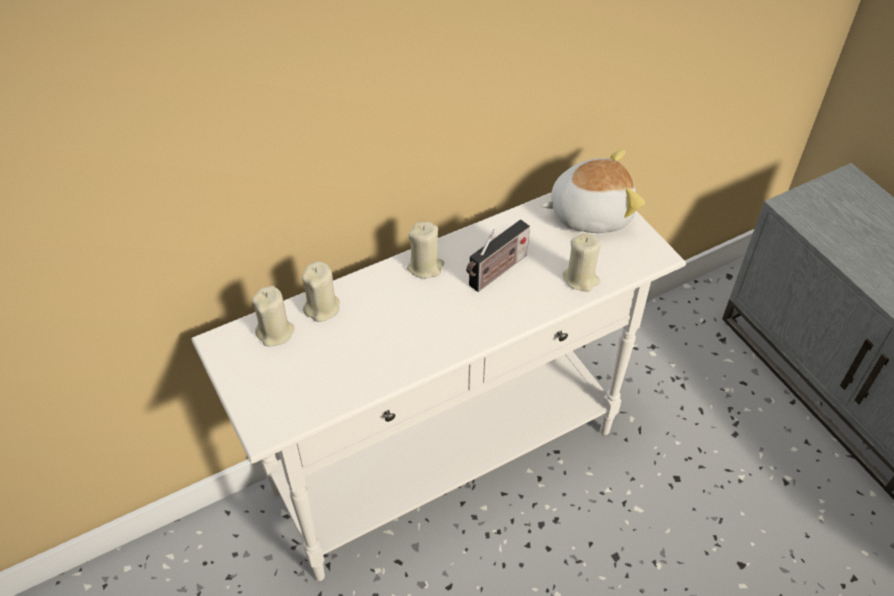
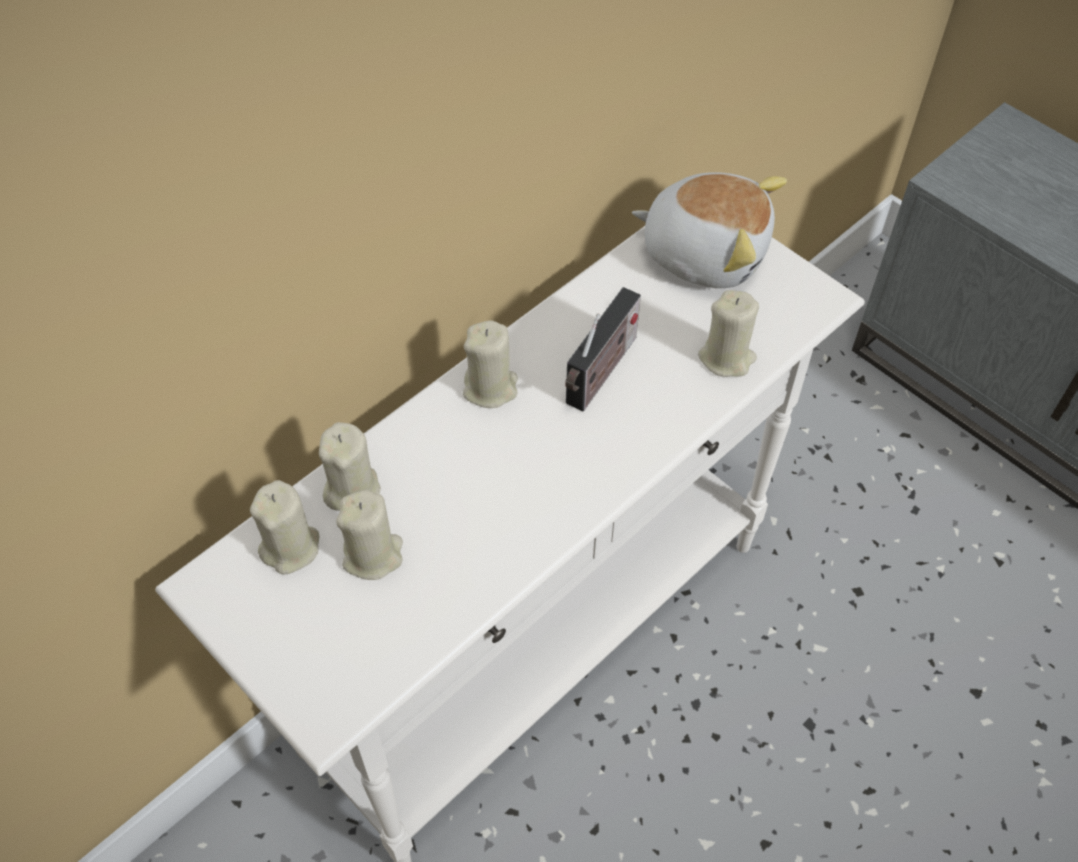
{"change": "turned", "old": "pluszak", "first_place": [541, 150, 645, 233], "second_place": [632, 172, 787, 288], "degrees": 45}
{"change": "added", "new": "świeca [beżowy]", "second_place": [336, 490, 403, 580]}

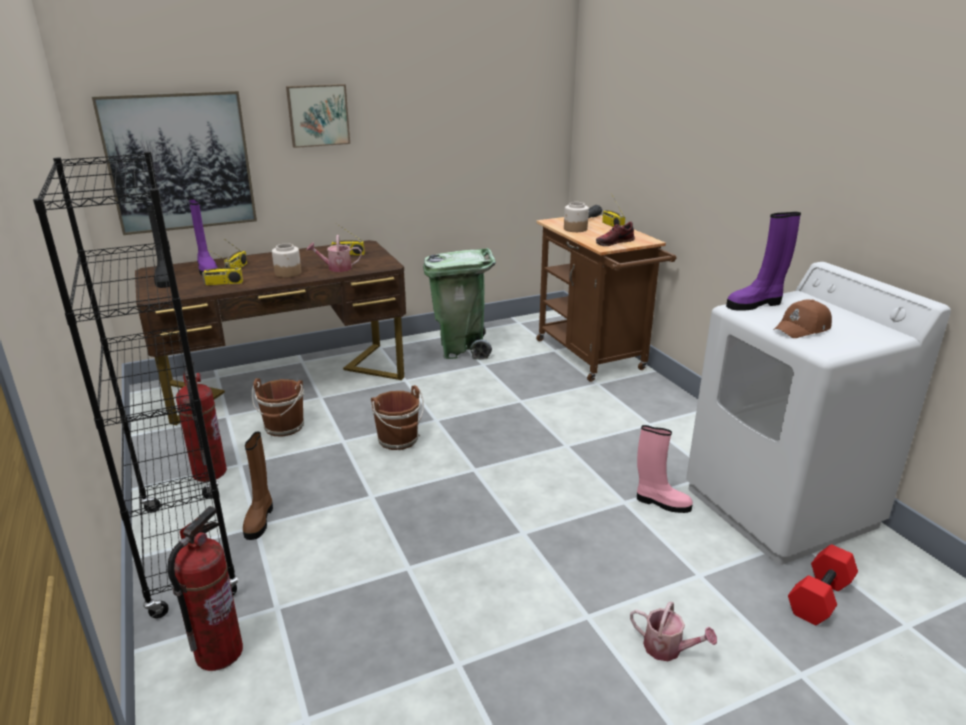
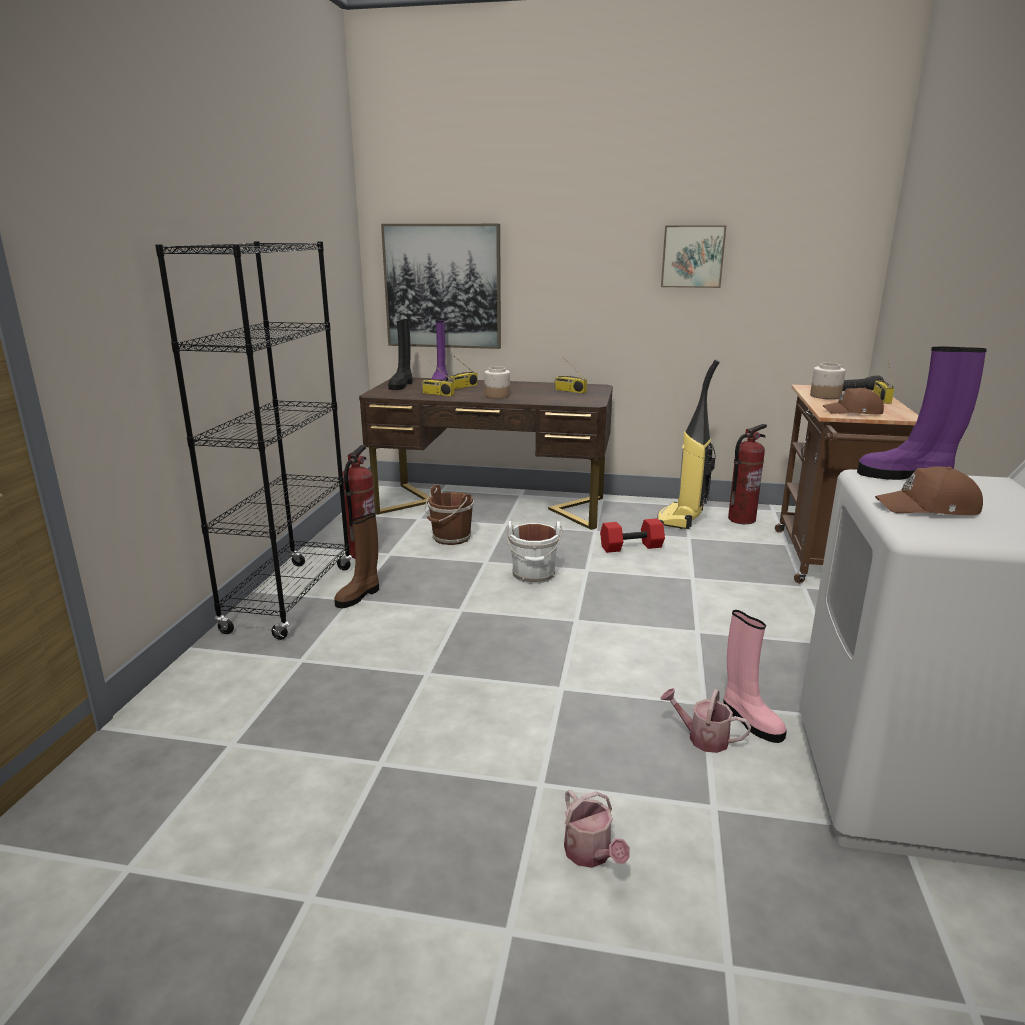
{"change": "moved", "old": "obraz", "first_place": [286, 84, 350, 148], "second_place": [661, 225, 727, 288]}
{"change": "replaced", "old": "but", "new": "czapka z daszkiem [brązowy]", "first_place": [596, 222, 635, 246], "second_place": [823, 387, 884, 414]}
{"change": "moved", "old": "konewka", "first_place": [307, 235, 362, 272], "second_place": [661, 688, 751, 753]}
{"change": "replaced", "old": "kosz na śmieci [zielony]", "new": "odkurzacz", "first_place": [423, 248, 496, 360], "second_place": [657, 359, 720, 529]}
{"change": "recoloured", "old": "wiadro [brązowy]", "new": "wiadro [biały]", "first_place": [371, 385, 424, 450], "second_place": [506, 521, 563, 584]}
{"change": "moved", "old": "gaśnica", "first_place": [167, 506, 243, 671], "second_place": [728, 424, 767, 524]}
{"change": "moved", "old": "hantel [czerwony]", "first_place": [788, 544, 858, 625], "second_place": [600, 518, 665, 553]}

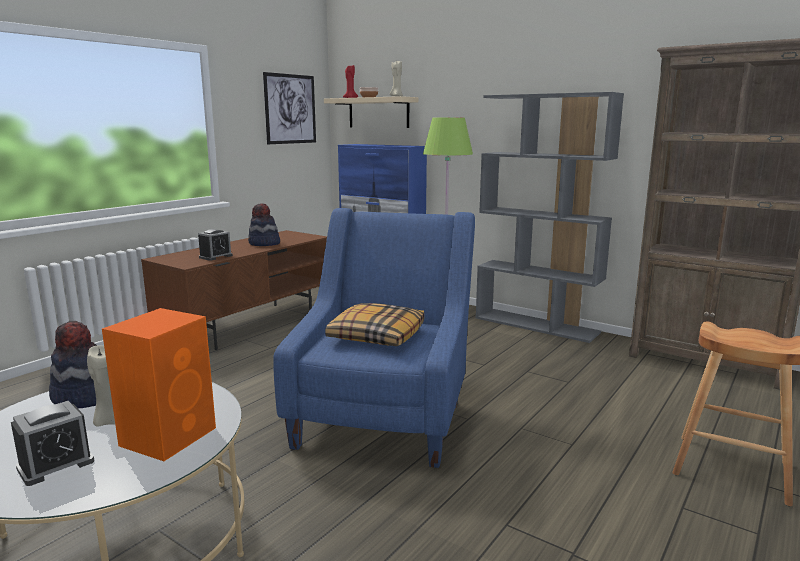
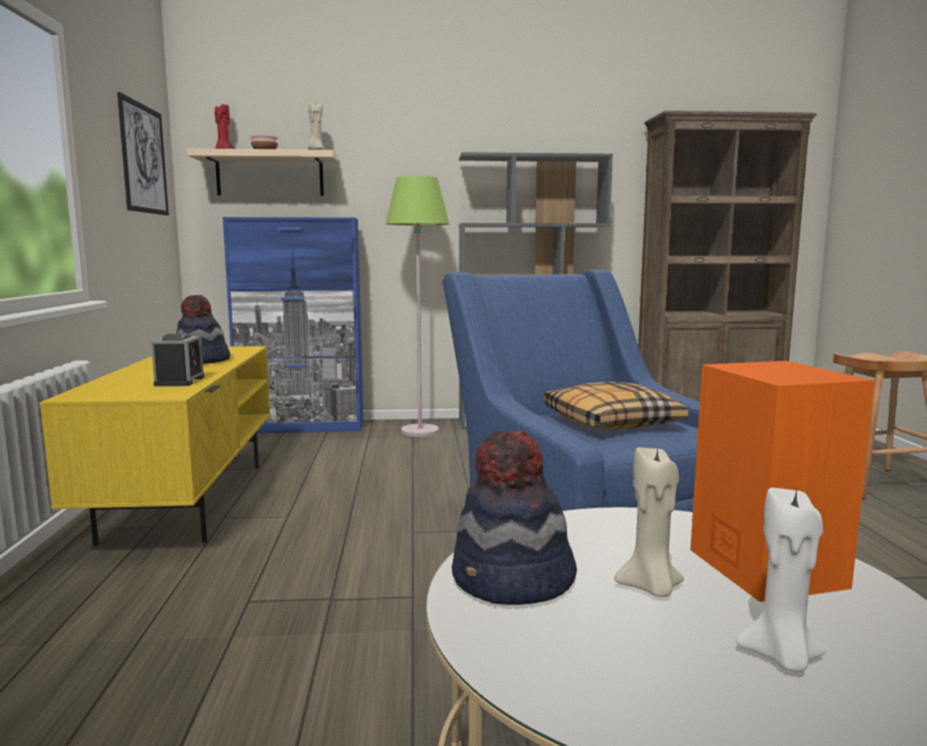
{"change": "recoloured", "old": "szafka pod telewizor [brązowy]", "new": "szafka pod telewizor [żółty]", "first_place": [141, 230, 327, 350], "second_place": [40, 346, 270, 546]}
{"change": "replaced", "old": "budzik", "new": "świeca [biały]", "first_place": [11, 401, 95, 486], "second_place": [736, 488, 826, 672]}

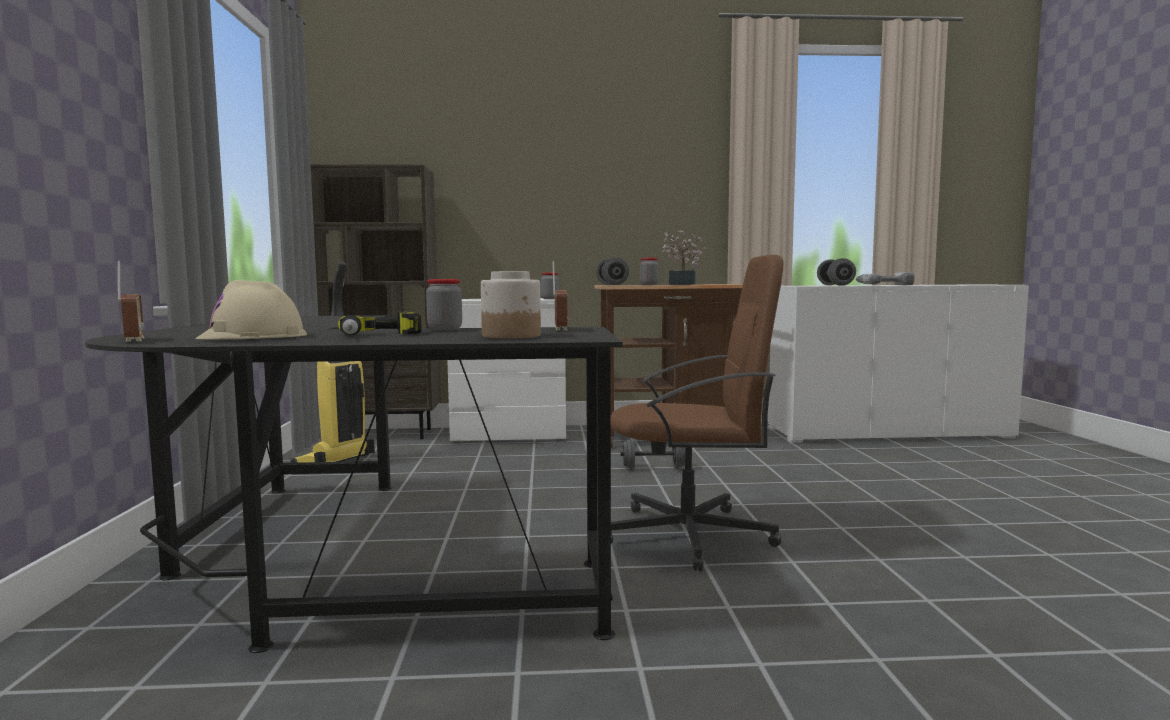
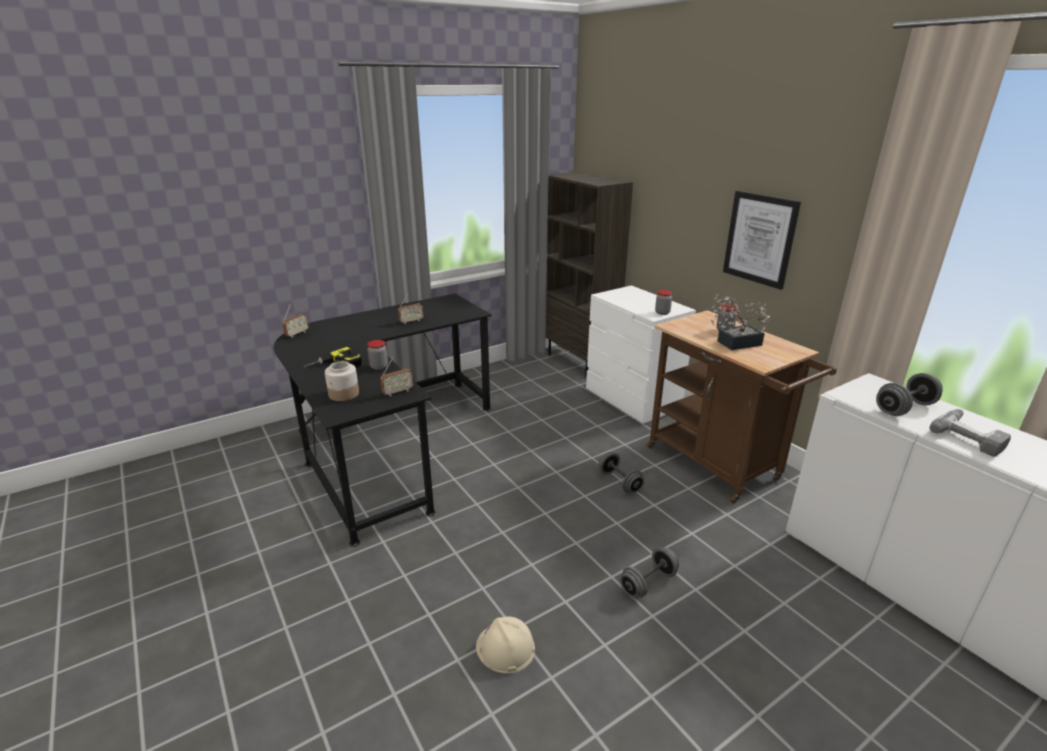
{"change": "removed", "old": "krzesło biurowe [brązowy]", "first_place": [611, 255, 784, 572]}
{"change": "moved", "old": "hantel [szary]", "first_place": [596, 257, 629, 285], "second_place": [620, 547, 679, 598]}
{"change": "removed", "old": "odkurzacz", "first_place": [291, 262, 375, 463]}
{"change": "moved", "old": "kask [beżowy]", "first_place": [196, 280, 307, 340], "second_place": [476, 617, 535, 673]}
{"change": "added", "new": "obraz", "second_place": [723, 191, 801, 290]}
{"change": "added", "new": "radio", "second_place": [398, 294, 423, 324]}

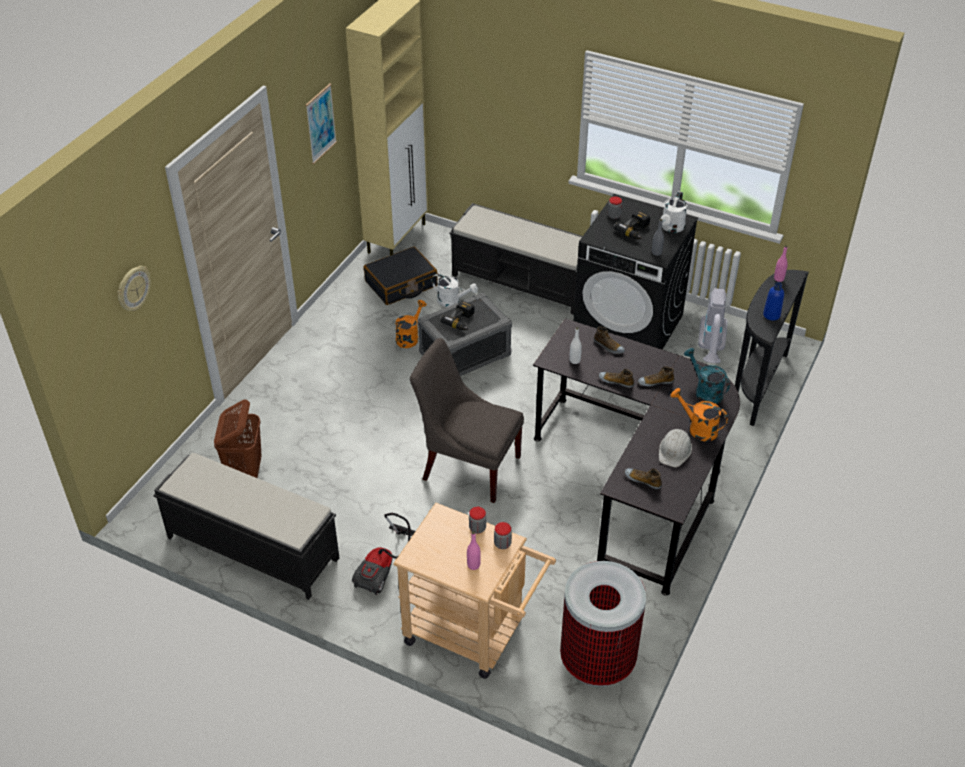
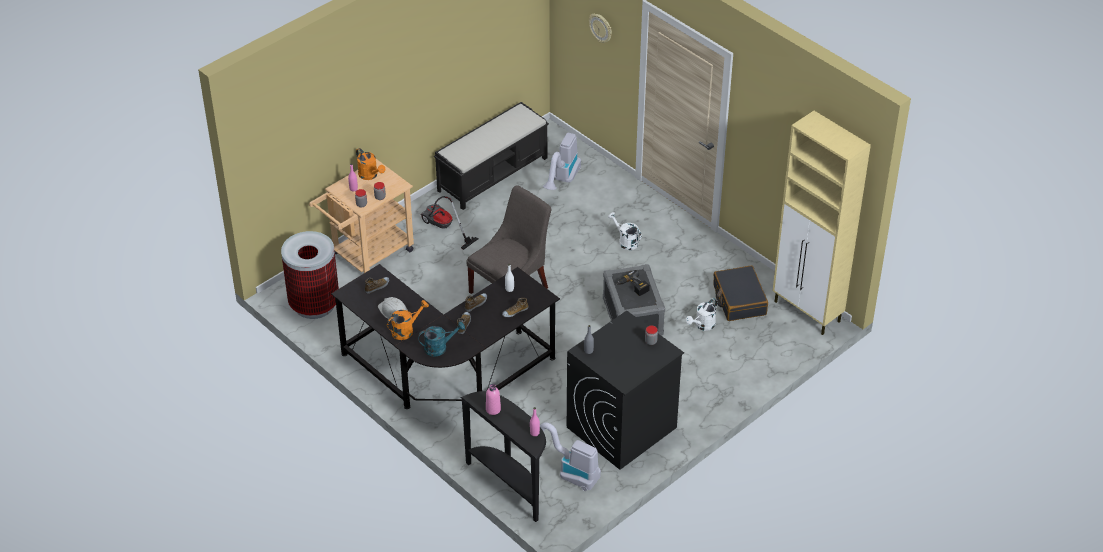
{"change": "removed", "old": "obraz", "first_place": [306, 84, 337, 164]}
{"change": "moved", "old": "konewka [biały]", "first_place": [661, 191, 687, 233], "second_place": [608, 212, 641, 250]}
{"change": "removed", "old": "ławka [czarny]", "first_place": [450, 203, 583, 315]}
{"change": "removed", "old": "wiertarka", "first_place": [614, 210, 650, 239]}
{"change": "recoloured", "old": "butelka [niebieski]", "new": "butelka [różowy]", "first_place": [763, 282, 784, 321], "second_place": [486, 384, 501, 415]}
{"change": "moved", "old": "konewka [pomarańczowy]", "first_place": [395, 300, 427, 348], "second_place": [356, 148, 385, 180]}
{"change": "replaced", "old": "kosz na pranie [brązowy]", "new": "odkurzacz", "first_place": [214, 399, 262, 478], "second_place": [543, 133, 581, 190]}

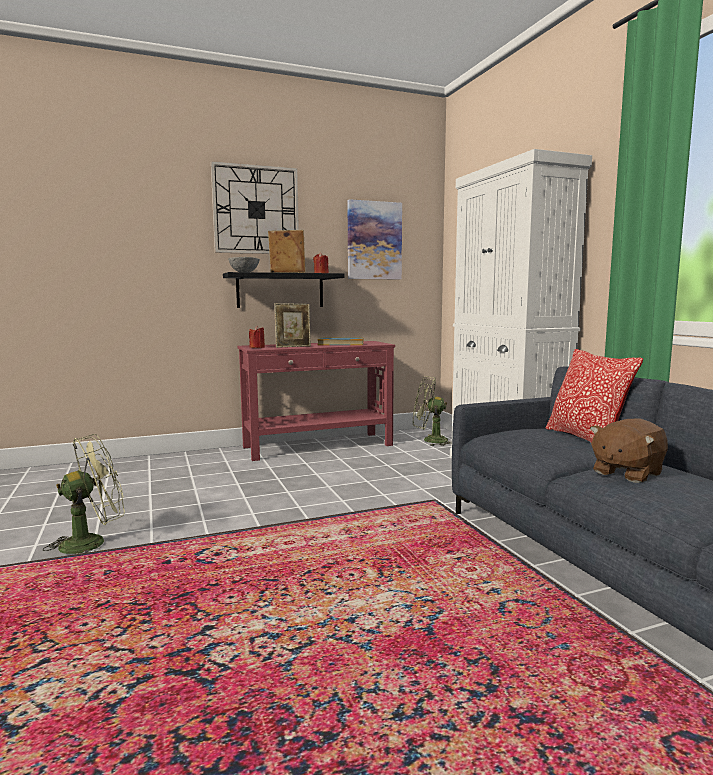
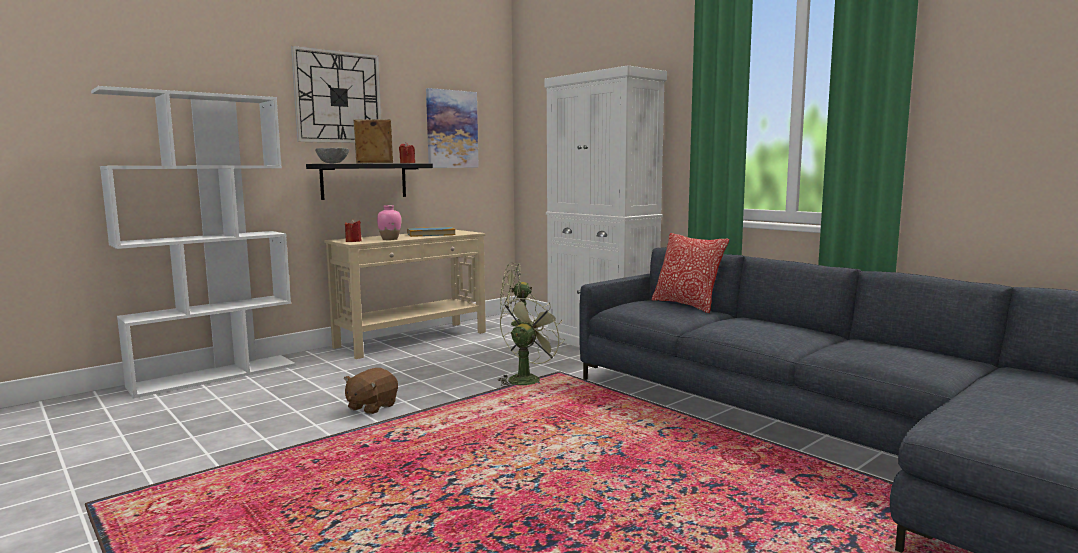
{"change": "replaced", "old": "ramka na zdjęcie", "new": "wazon [różowy]", "first_place": [274, 303, 311, 348], "second_place": [377, 205, 401, 240]}
{"change": "recoloured", "old": "stolik konsolowy [czerwony]", "new": "stolik konsolowy [beżowy]", "first_place": [238, 341, 395, 461], "second_place": [324, 230, 486, 359]}
{"change": "moved", "old": "pluszak [brązowy]", "first_place": [590, 419, 668, 483], "second_place": [344, 368, 398, 414]}
{"change": "moved", "old": "wentylator [zielony]", "first_place": [43, 434, 125, 554], "second_place": [498, 295, 565, 387]}
{"change": "added", "new": "regał [biały]", "second_place": [91, 86, 295, 398]}

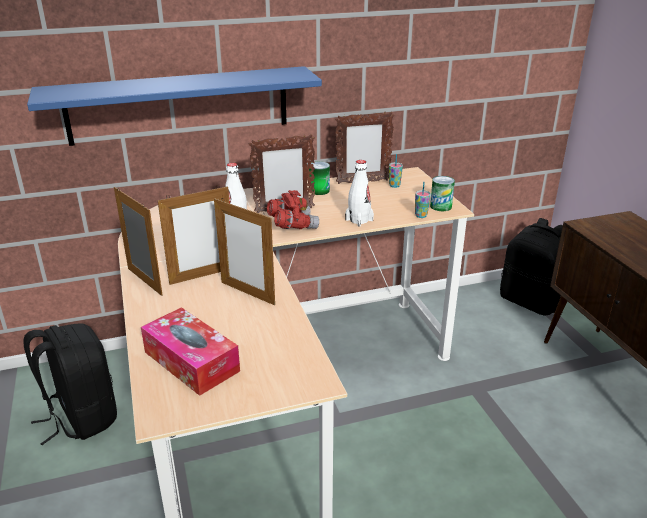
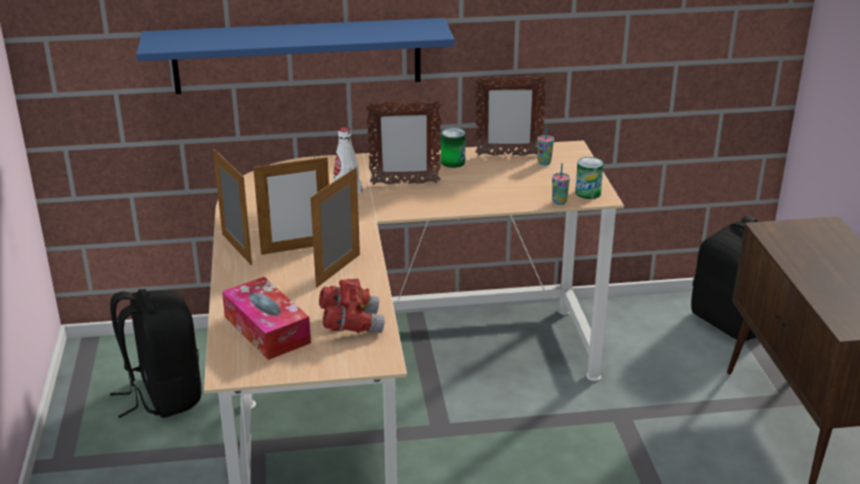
{"change": "removed", "old": "butelka [biały]", "first_place": [345, 160, 374, 227]}
{"change": "moved", "old": "lornetka [czerwony]", "first_place": [267, 190, 319, 229], "second_place": [319, 279, 385, 333]}
{"change": "turned", "old": "ramka na zdjęcie", "first_place": [214, 198, 275, 305], "second_place": [310, 167, 360, 288], "degrees": 75}

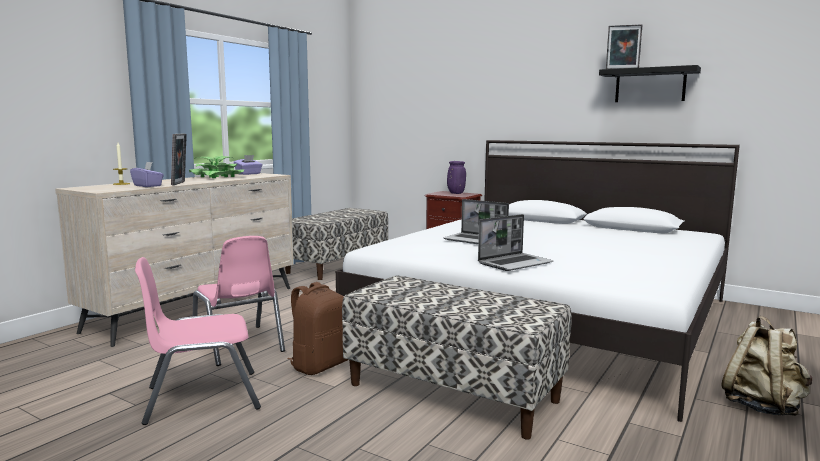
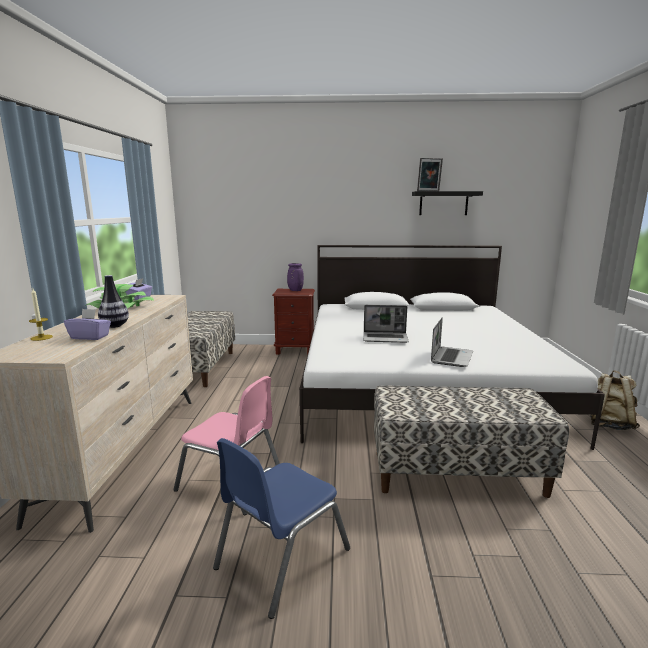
{"change": "replaced", "old": "ramka na zdjęcie", "new": "wazon", "first_place": [171, 134, 187, 185], "second_place": [98, 275, 129, 328]}
{"change": "recoloured", "old": "krzesło [różowy]", "new": "krzesło [niebieski]", "first_place": [135, 257, 261, 425], "second_place": [213, 438, 350, 619]}
{"change": "removed", "old": "plecak [brązowy]", "first_place": [288, 282, 349, 375]}

